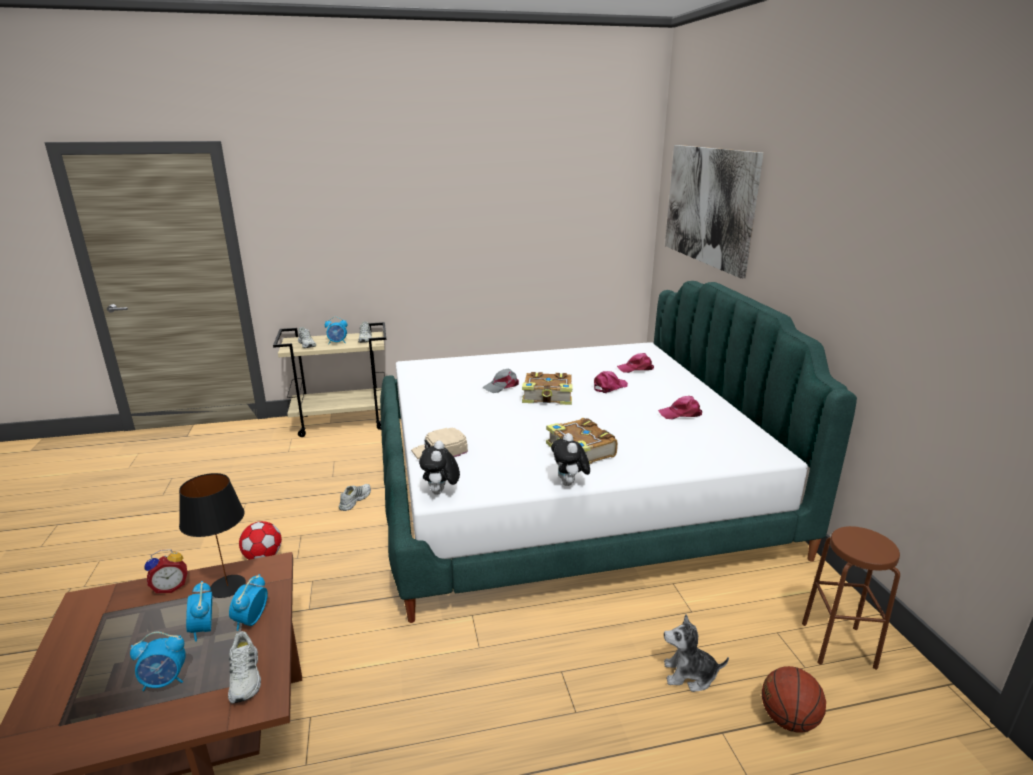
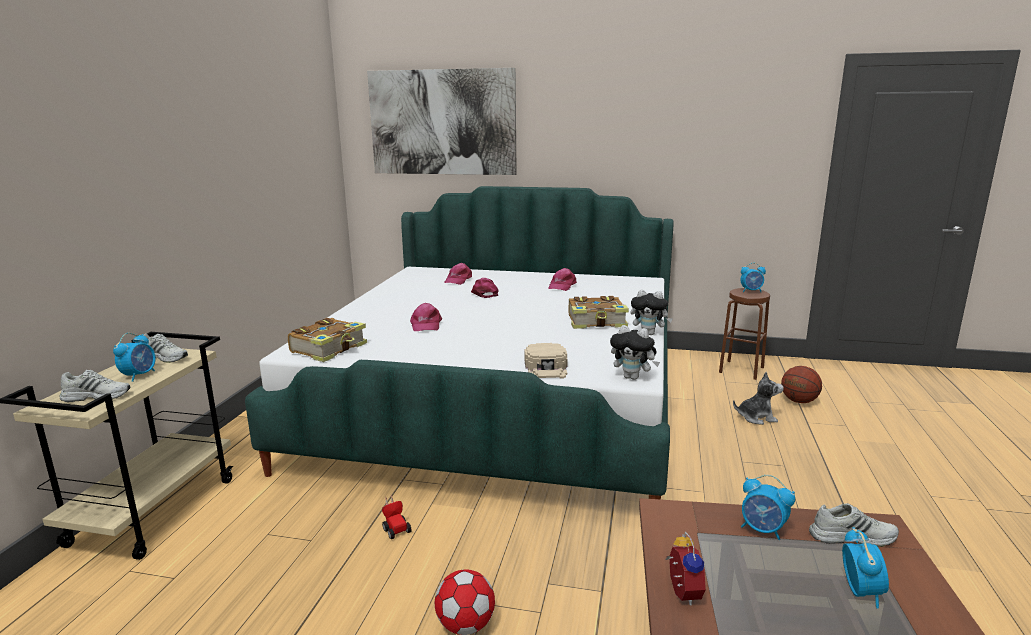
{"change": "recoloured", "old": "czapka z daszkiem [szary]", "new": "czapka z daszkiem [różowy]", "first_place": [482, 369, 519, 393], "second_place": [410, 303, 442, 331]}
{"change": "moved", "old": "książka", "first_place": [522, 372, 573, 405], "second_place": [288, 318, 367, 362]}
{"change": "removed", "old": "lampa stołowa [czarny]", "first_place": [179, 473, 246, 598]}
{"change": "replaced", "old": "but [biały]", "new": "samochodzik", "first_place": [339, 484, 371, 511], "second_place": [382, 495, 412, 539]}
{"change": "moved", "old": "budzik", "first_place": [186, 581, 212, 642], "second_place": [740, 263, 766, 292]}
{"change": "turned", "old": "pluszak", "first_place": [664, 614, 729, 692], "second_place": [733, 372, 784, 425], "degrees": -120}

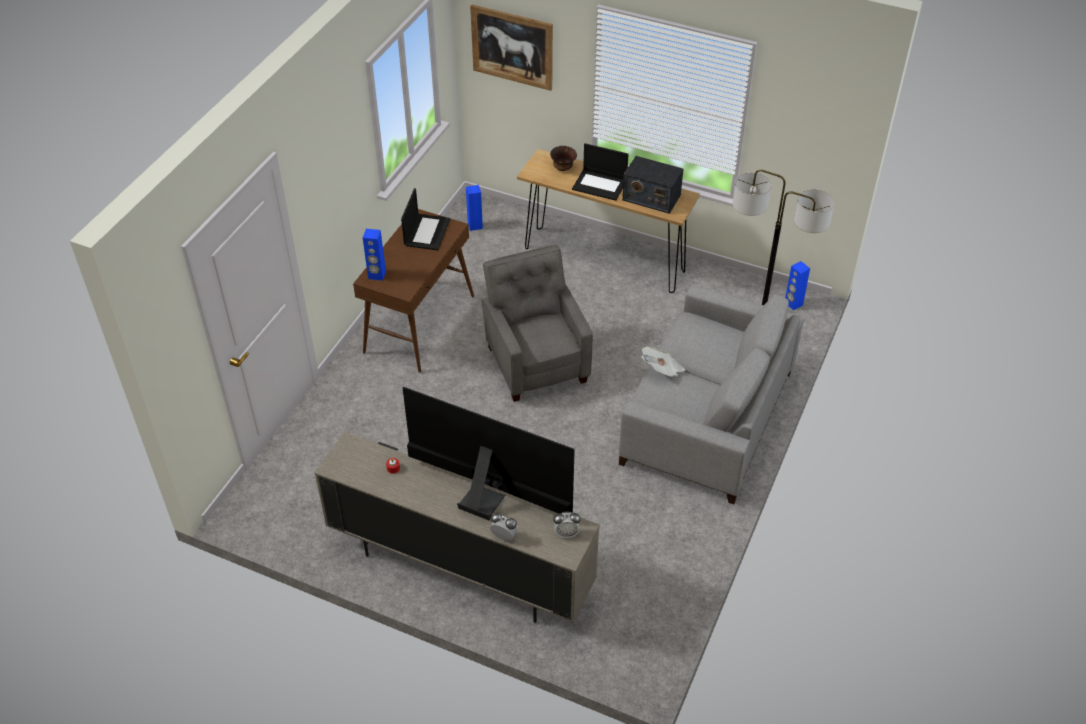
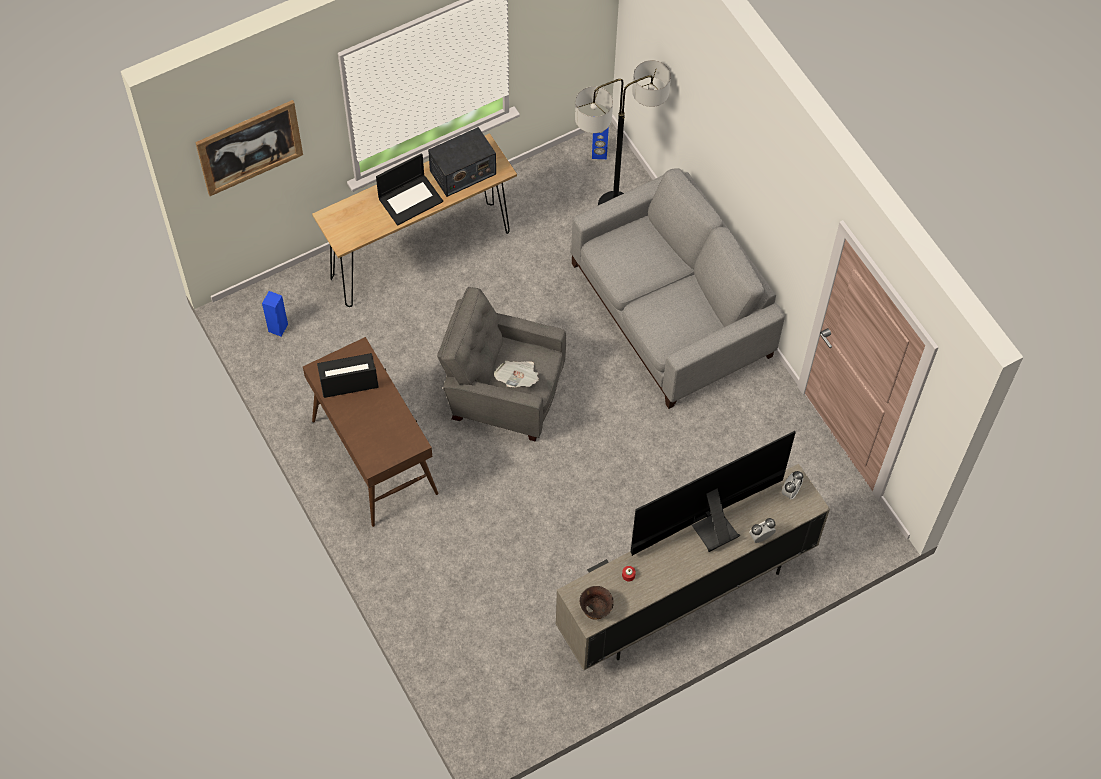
{"change": "moved", "old": "miska [brązowy]", "first_place": [550, 146, 577, 171], "second_place": [580, 586, 614, 620]}
{"change": "turned", "old": "laptop", "first_place": [401, 188, 450, 250], "second_place": [317, 353, 379, 398], "degrees": -60}
{"change": "removed", "old": "głośnik [niebieski]", "first_place": [363, 229, 386, 280]}
{"change": "moved", "old": "gazeta", "first_place": [641, 346, 685, 377], "second_place": [494, 361, 539, 387]}

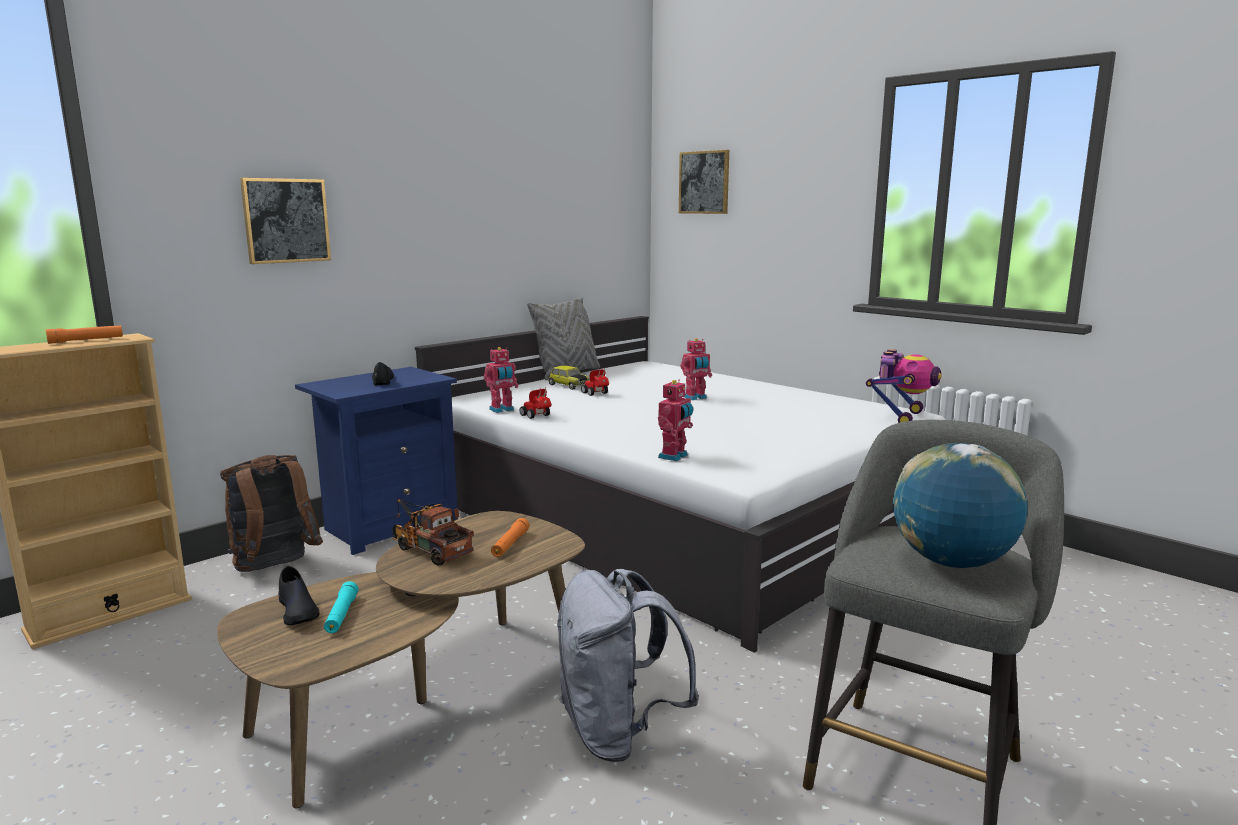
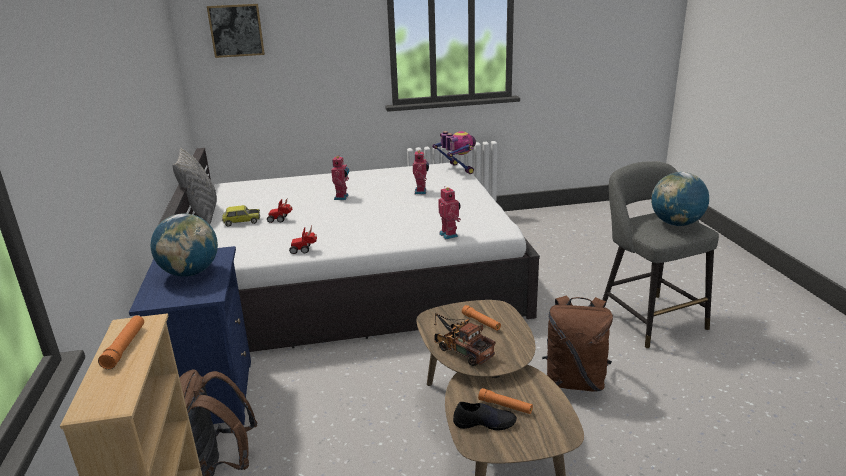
{"change": "removed", "old": "obraz", "first_place": [240, 178, 331, 264]}
{"change": "moved", "old": "robot zabawkowy", "first_place": [484, 347, 518, 413], "second_place": [413, 151, 429, 194]}
{"change": "replaced", "old": "but [czarny]", "new": "globus", "first_place": [372, 362, 394, 385], "second_place": [150, 213, 218, 276]}
{"change": "turned", "old": "ciężarówka zabawkowa", "first_place": [393, 498, 474, 566], "second_place": [434, 313, 496, 366], "degrees": 60}
{"change": "recoloured", "old": "plecak [szary]", "new": "plecak [brązowy]", "first_place": [557, 569, 699, 762], "second_place": [542, 296, 613, 392]}
{"change": "recoloured", "old": "latarka [turkusowy]", "new": "latarka [pomarańczowy]", "first_place": [324, 581, 358, 633], "second_place": [478, 388, 533, 414]}

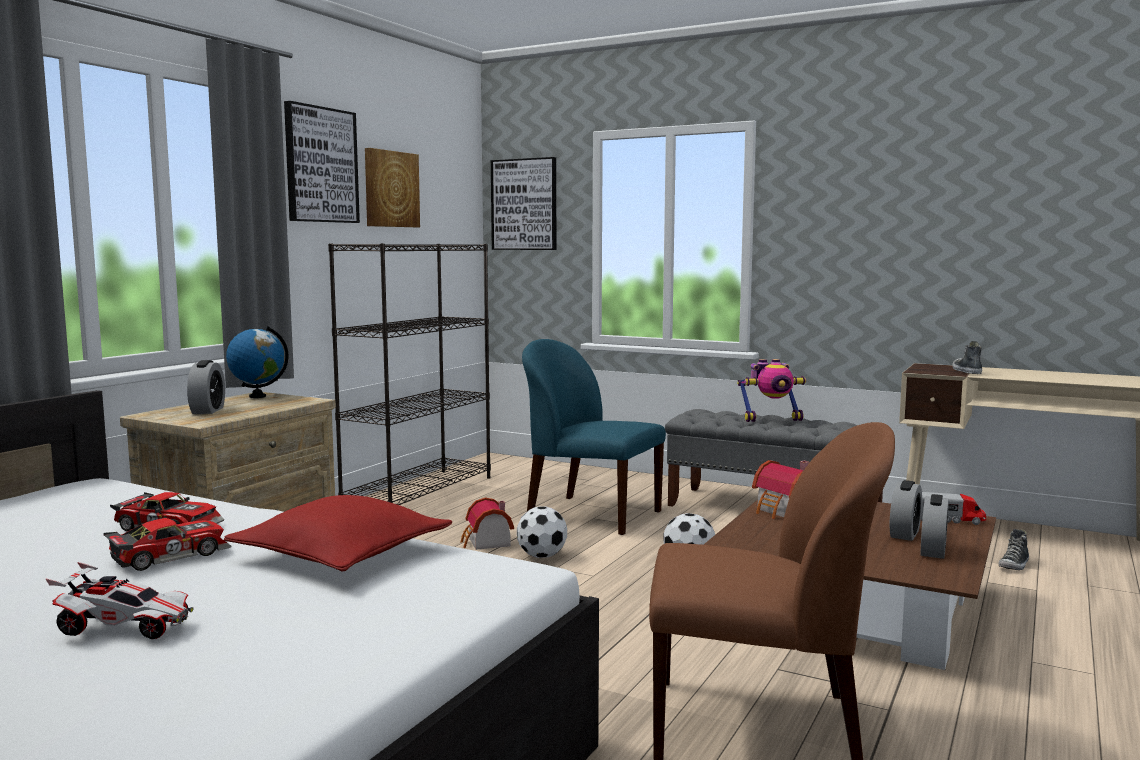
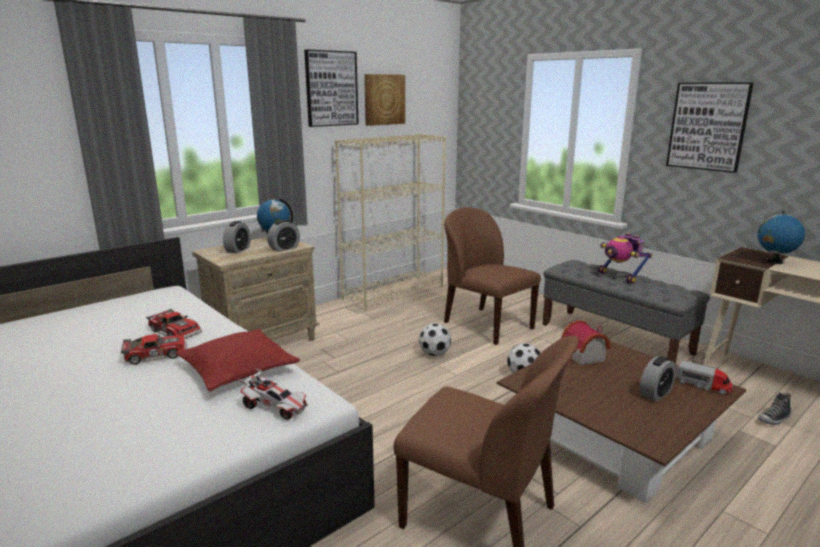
{"change": "moved", "old": "obraz", "first_place": [491, 157, 556, 250], "second_place": [666, 82, 754, 173]}
{"change": "recoloured", "old": "regał [czarny]", "new": "regał [beżowy]", "first_place": [328, 243, 491, 505], "second_place": [335, 134, 446, 311]}
{"change": "recoloured", "old": "krzesło [niebieski]", "new": "krzesło [brązowy]", "first_place": [522, 339, 666, 535], "second_place": [444, 207, 541, 345]}
{"change": "replaced", "old": "but", "new": "globus", "first_place": [952, 341, 982, 374], "second_place": [758, 211, 805, 264]}
{"change": "turned", "old": "robot zabawkowy", "first_place": [737, 359, 806, 422], "second_place": [598, 233, 653, 284], "degrees": 45}
{"change": "moved", "old": "budzik", "first_place": [921, 494, 949, 559], "second_place": [267, 220, 300, 252]}
{"change": "removed", "old": "domek", "first_place": [460, 498, 514, 550]}
{"change": "moved", "old": "samochodzik", "first_place": [46, 562, 193, 639], "second_place": [238, 368, 308, 420]}

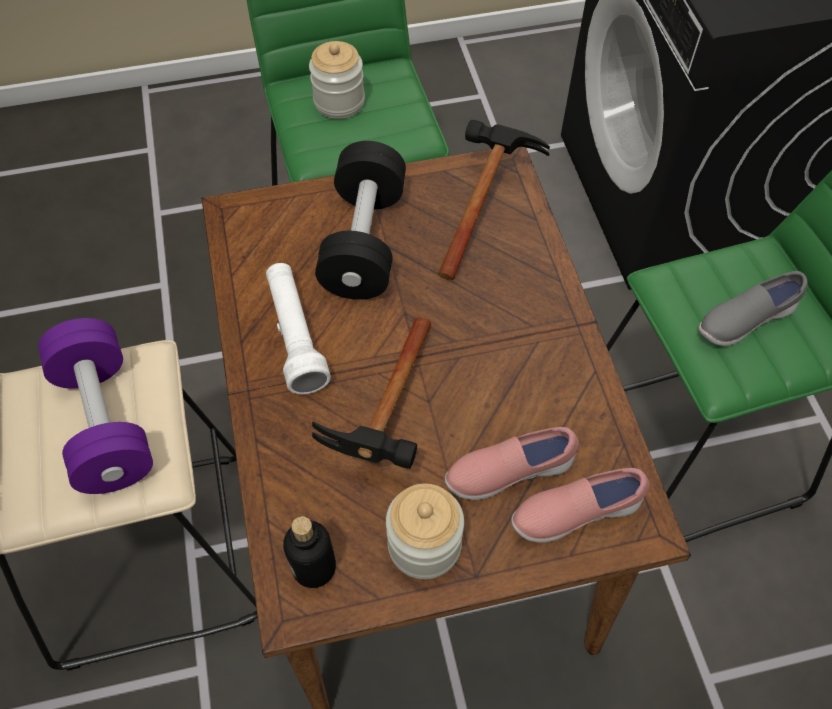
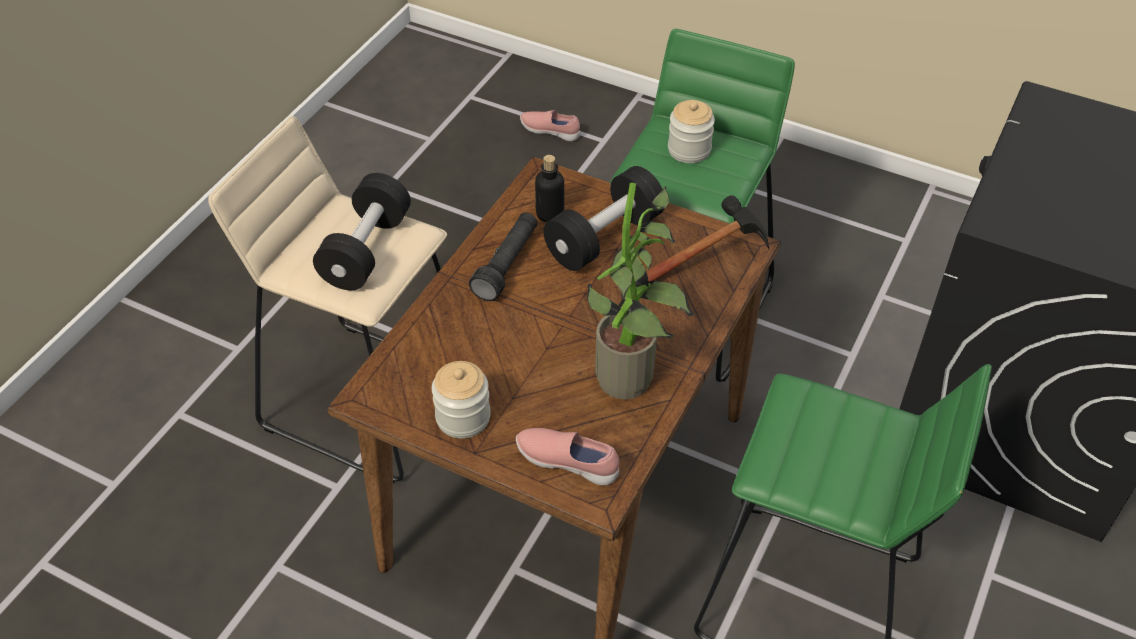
{"change": "recoloured", "old": "latarka [biały]", "new": "latarka [czarny]", "first_place": [266, 263, 331, 394], "second_place": [469, 212, 538, 301]}
{"change": "removed", "old": "but [szary]", "first_place": [699, 271, 808, 346]}
{"change": "removed", "old": "młotek", "first_place": [312, 317, 431, 469]}
{"change": "recoloured", "old": "hantel [fioletowy]", "new": "hantel [czarny]", "first_place": [38, 318, 153, 494], "second_place": [313, 173, 411, 290]}
{"change": "moved", "old": "but [różowy]", "first_place": [445, 427, 579, 500], "second_place": [520, 110, 580, 141]}
{"change": "moved", "old": "butelka", "first_place": [283, 516, 336, 588], "second_place": [535, 155, 564, 222]}
{"change": "added", "new": "roślina doniczkowa", "second_place": [587, 183, 694, 400]}

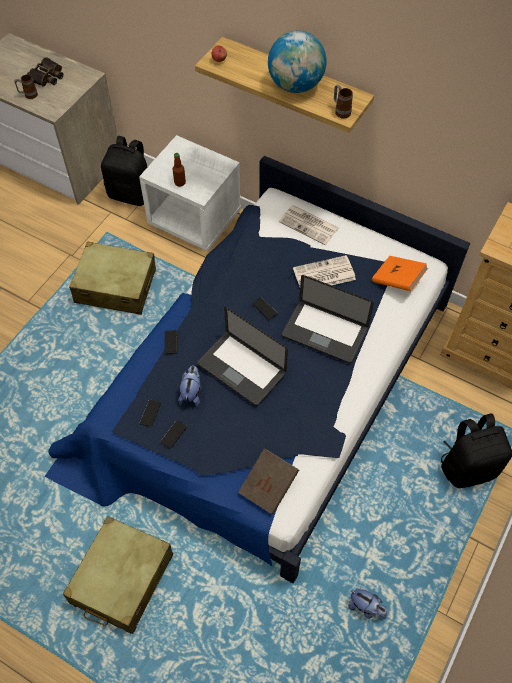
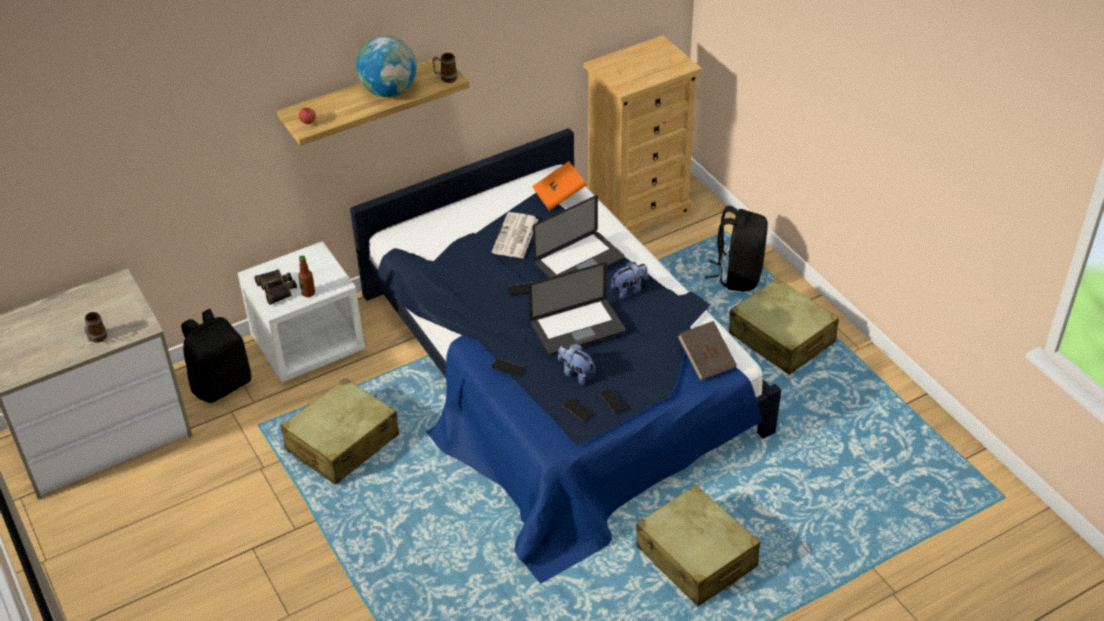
{"change": "moved", "old": "lornetka", "first_place": [27, 57, 64, 87], "second_place": [255, 269, 297, 305]}
{"change": "removed", "old": "gazeta", "first_place": [279, 205, 339, 245]}
{"change": "moved", "old": "pluszak", "first_place": [348, 589, 387, 619], "second_place": [611, 261, 648, 299]}
{"change": "added", "new": "walizka [beżowy]", "second_place": [729, 278, 839, 375]}

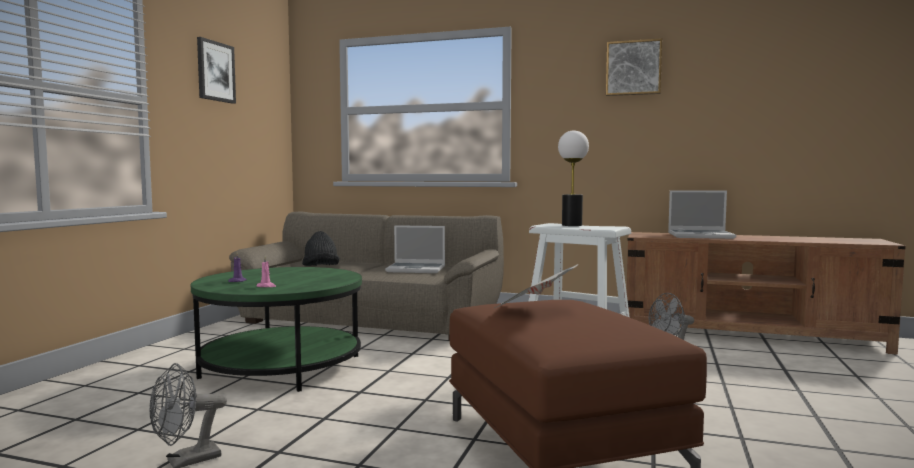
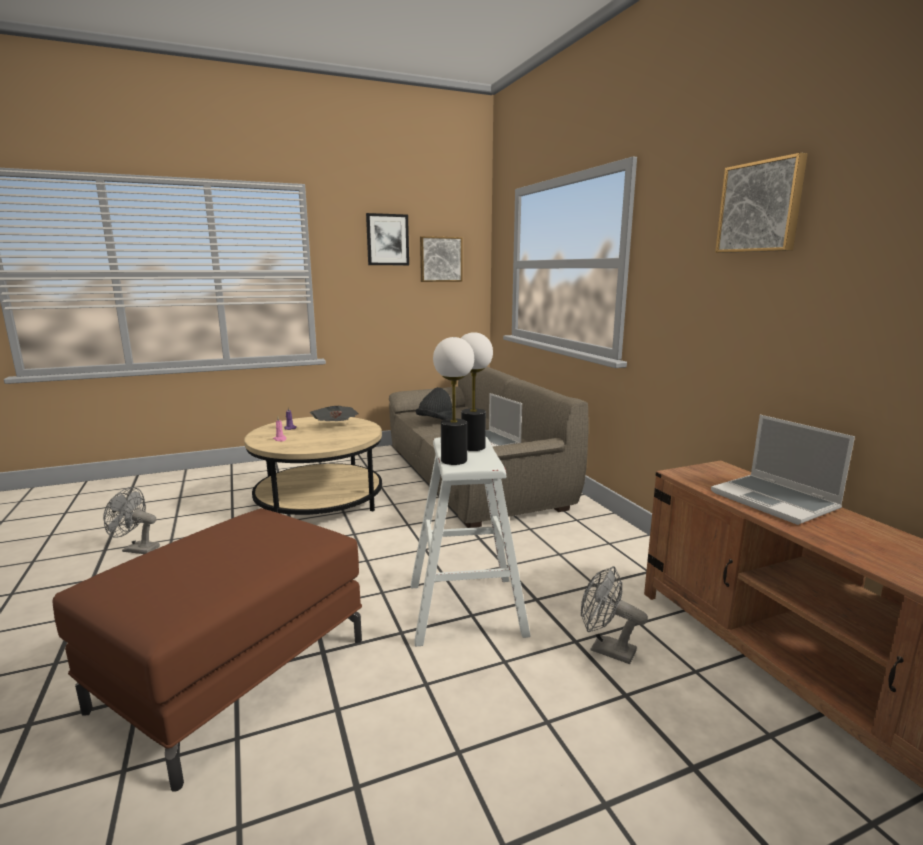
{"change": "moved", "old": "gazeta", "first_place": [494, 264, 579, 308], "second_place": [309, 406, 359, 421]}
{"change": "recoloured", "old": "ława [zielony]", "new": "ława [beżowy]", "first_place": [191, 267, 362, 392], "second_place": [244, 417, 382, 515]}
{"change": "added", "new": "obraz", "second_place": [420, 236, 463, 282]}
{"change": "added", "new": "lampa stołowa", "second_place": [433, 337, 474, 465]}

